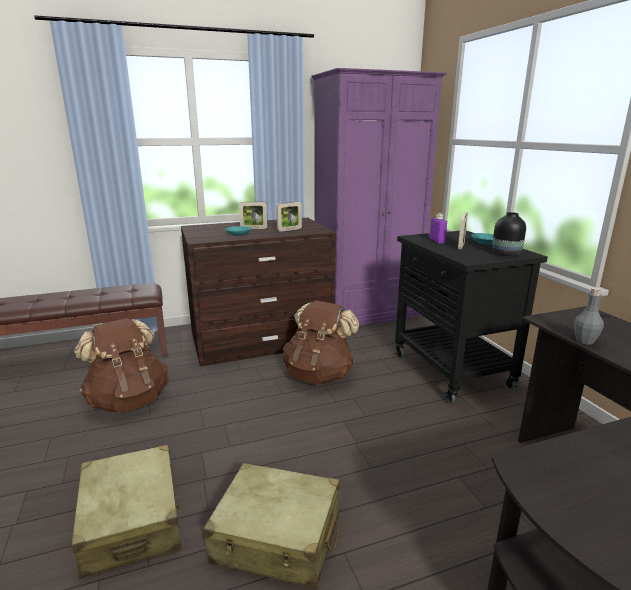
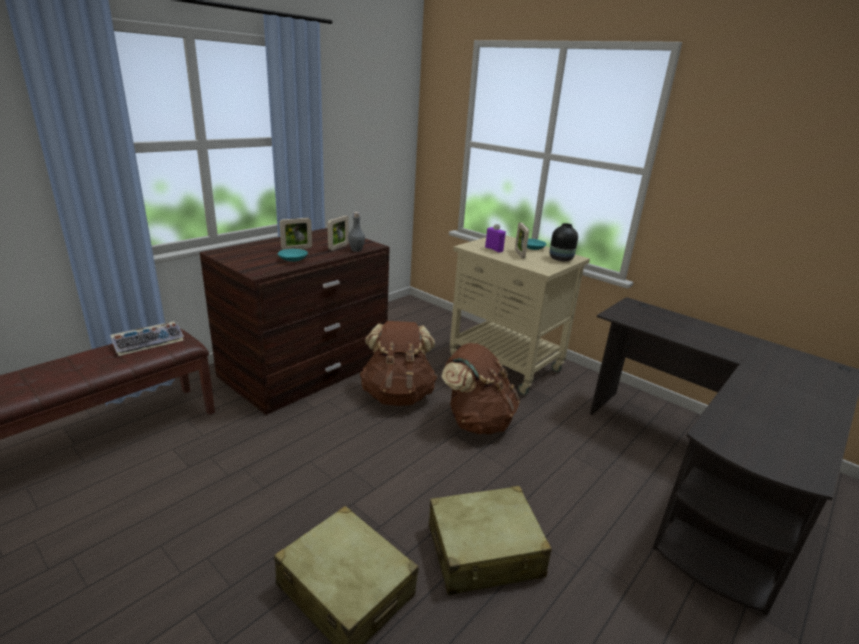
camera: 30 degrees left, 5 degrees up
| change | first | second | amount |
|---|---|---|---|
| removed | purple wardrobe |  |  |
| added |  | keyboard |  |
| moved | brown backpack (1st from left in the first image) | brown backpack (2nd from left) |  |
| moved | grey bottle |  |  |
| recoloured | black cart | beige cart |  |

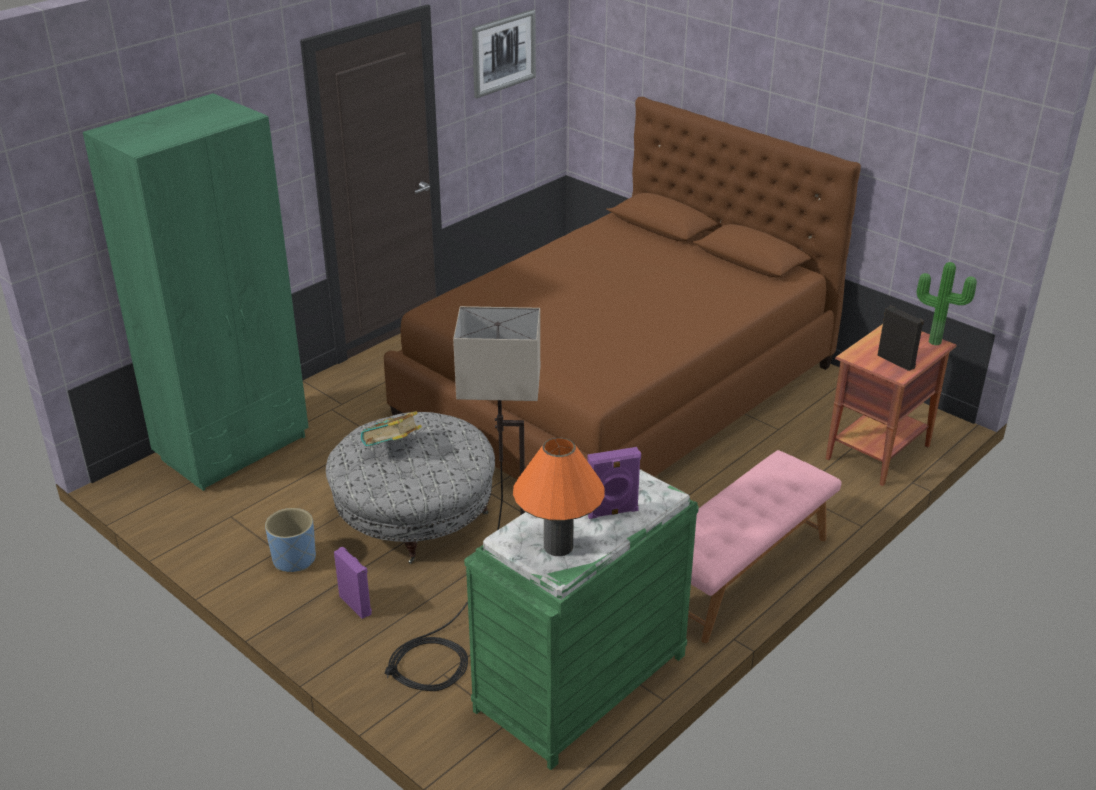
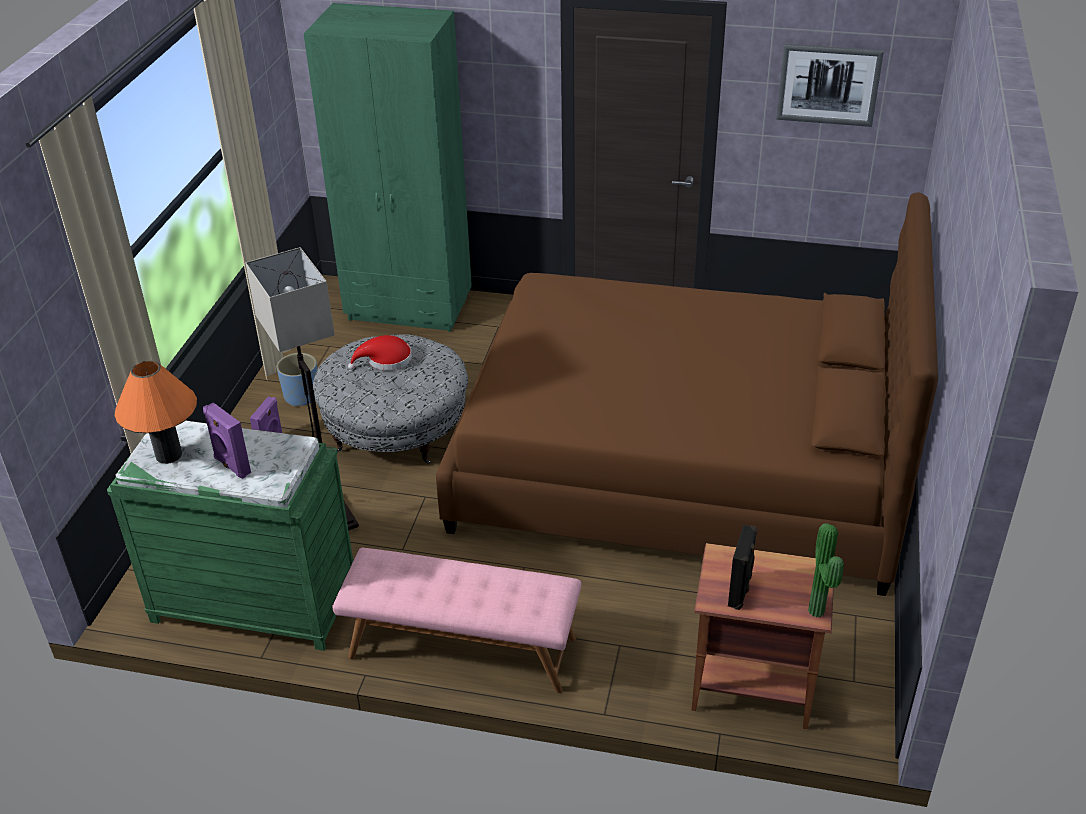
camera: 60 degrees right, 5 degrees up
| change | first | second | amount |
|---|---|---|---|
| replaced | book | red hat |  |

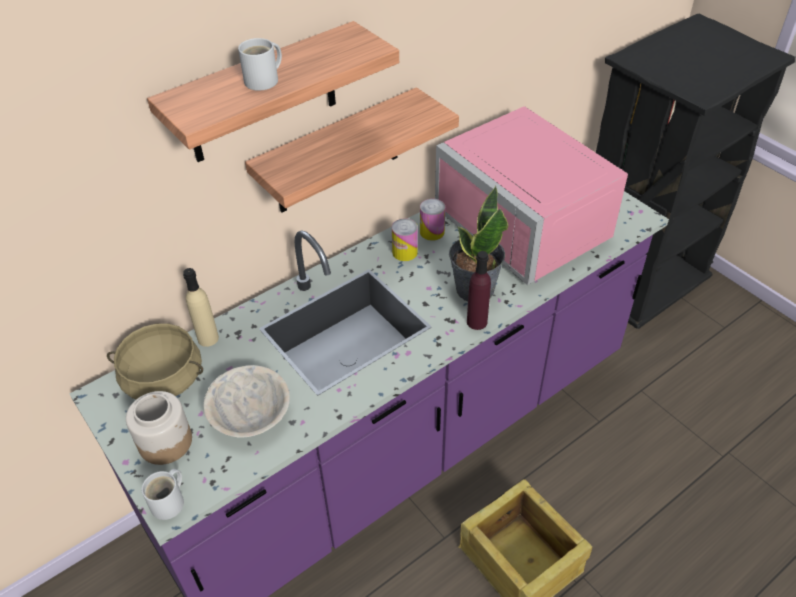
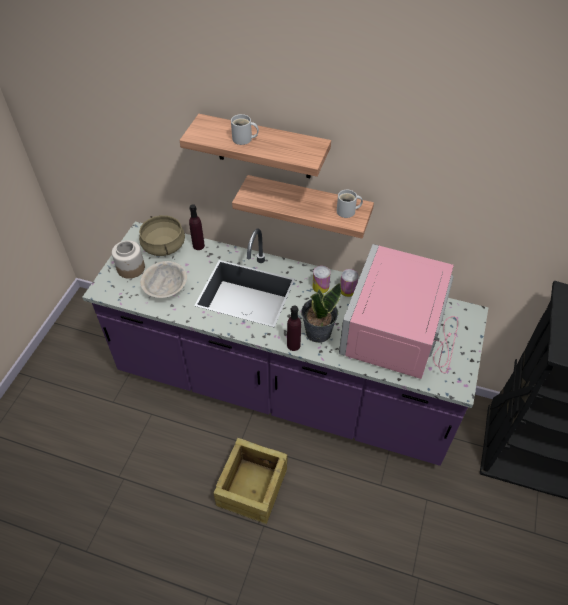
camera: 55 degrees right, 5 degrees up
| change | first | second | amount |
|---|---|---|---|
| moved | white mug (1st from left in the first image) | white mug (2nd from left) |  |
| recoloured | beige bottle | purple bottle (1st from left) |  |

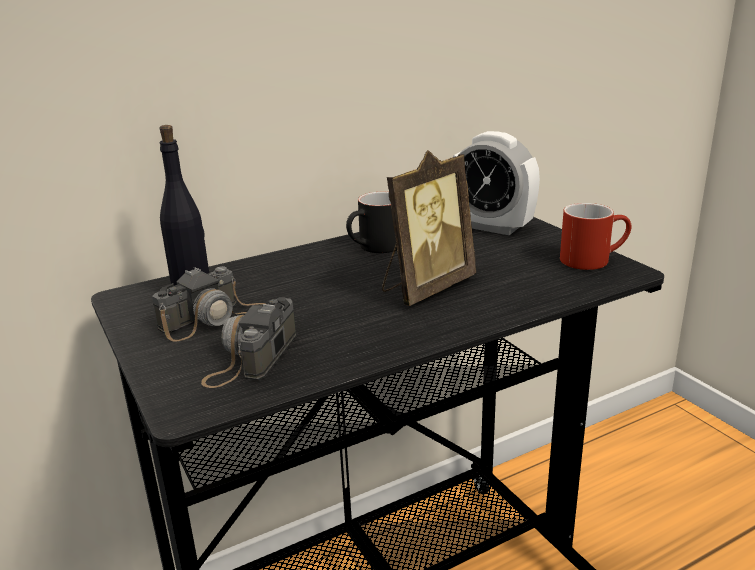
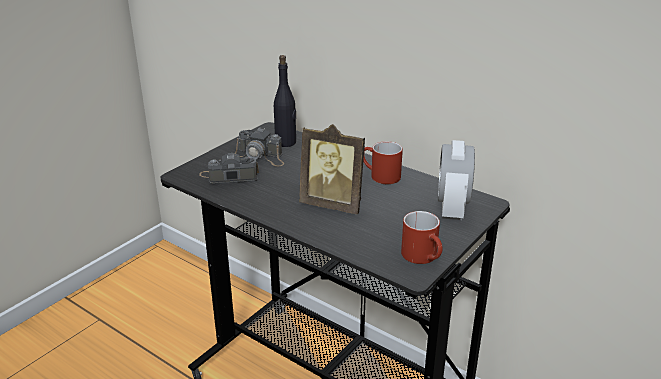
camera: 65 degrees right, 5 degrees up
| change | first | second | amount |
|---|---|---|---|
| recoloured | black mug | red mug (1st from left) |  |

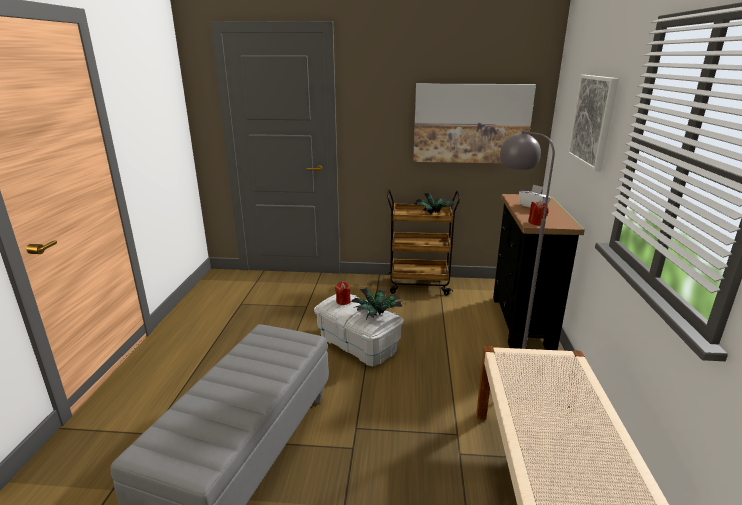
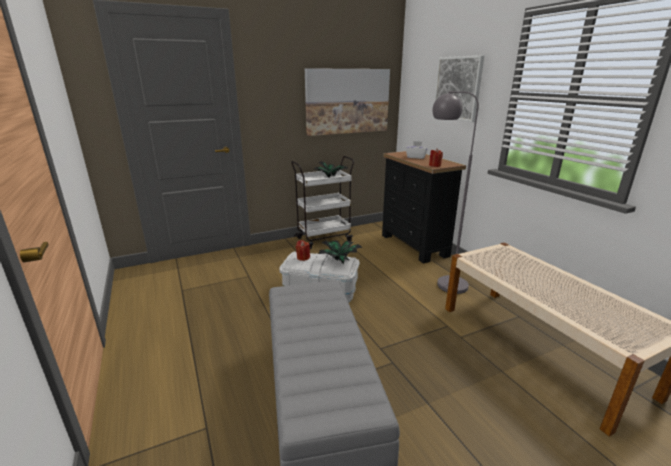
camera: 30 degrees left, 0 degrees up
| change | first | second | amount |
|---|---|---|---|
| recoloured | brown cart | white cart |  |

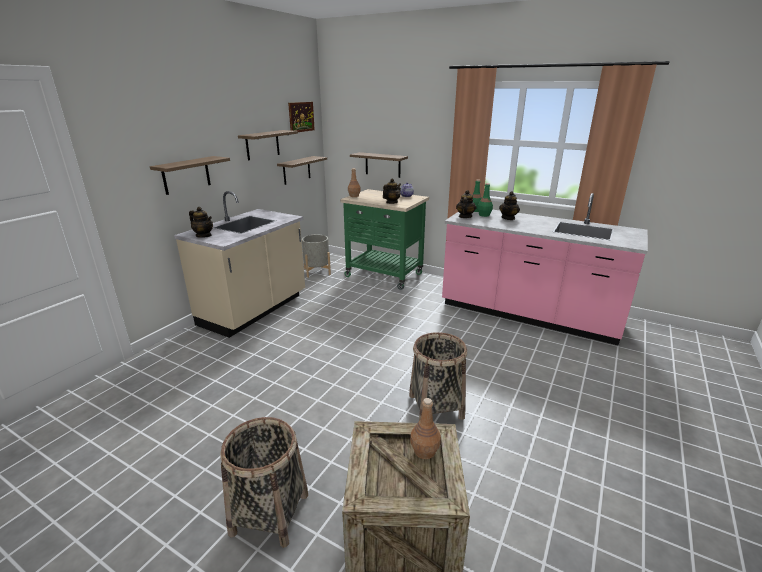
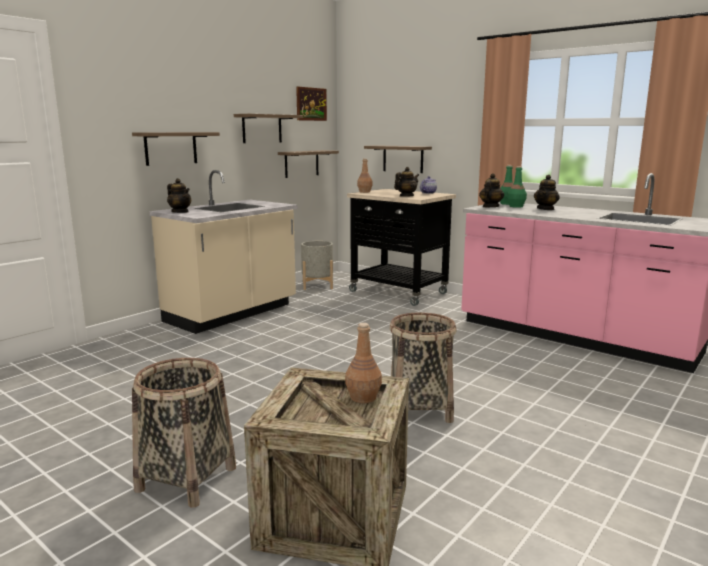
camera: 10 degrees right, 10 degrees down
| change | first | second | amount |
|---|---|---|---|
| recoloured | green cart | black cart |  |

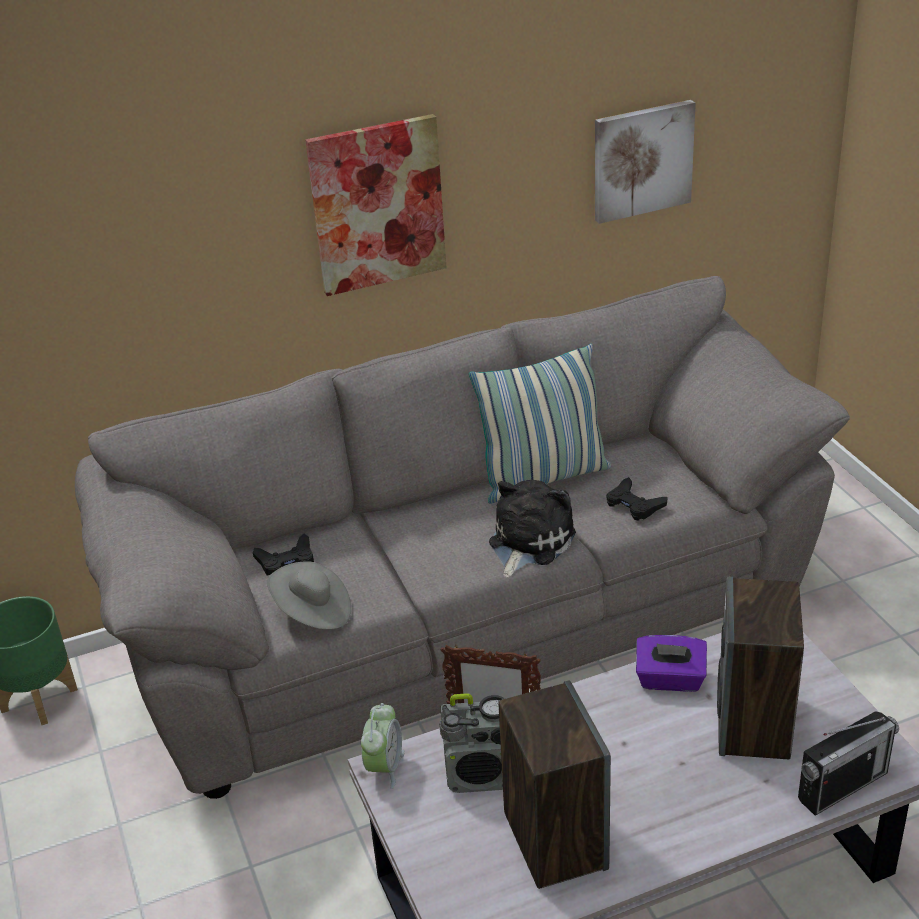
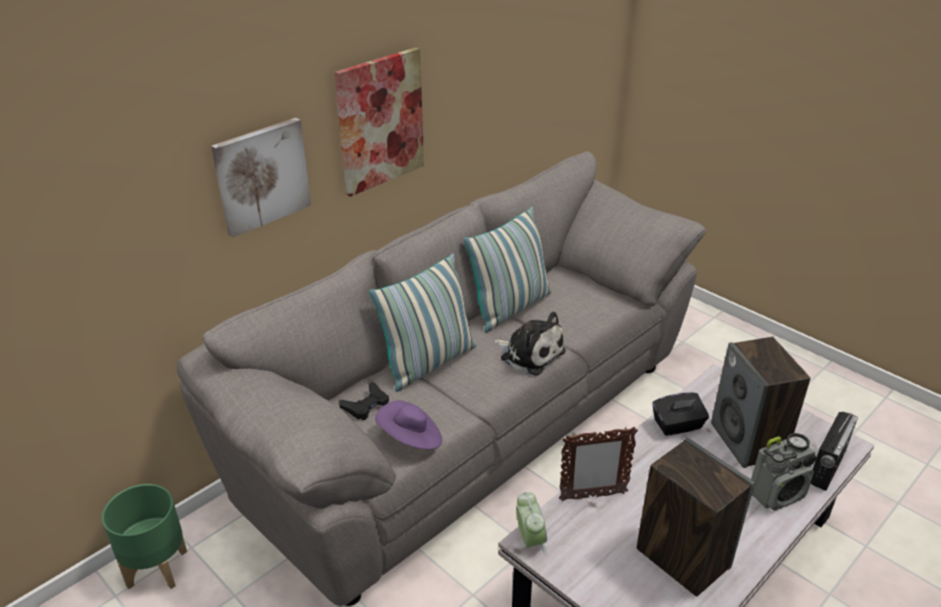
camera: 25 degrees left, 0 degrees up
| change | first | second | amount |
|---|---|---|---|
| removed | black game controller (2nd from left) |  |  |
| added |  | pillow (1st from left) |  |
| moved | radio (1st from left) |  |  |
| moved | picture (2nd from left in the first image) | picture (1st from left) |  |
| recoloured | grey hat | purple hat |  |
| recoloured | purple tissue box | black tissue box |  |
| turned | plush toy |  | 120 degrees clockwise |

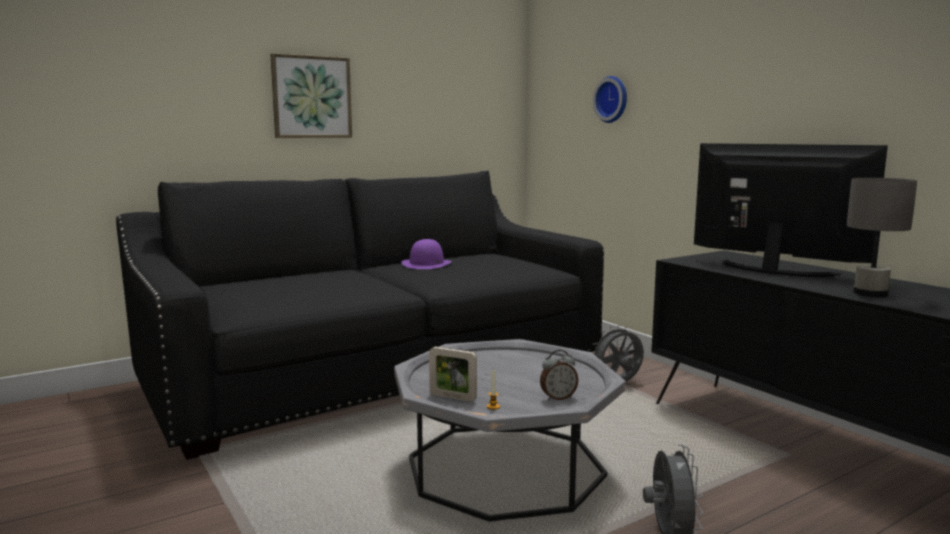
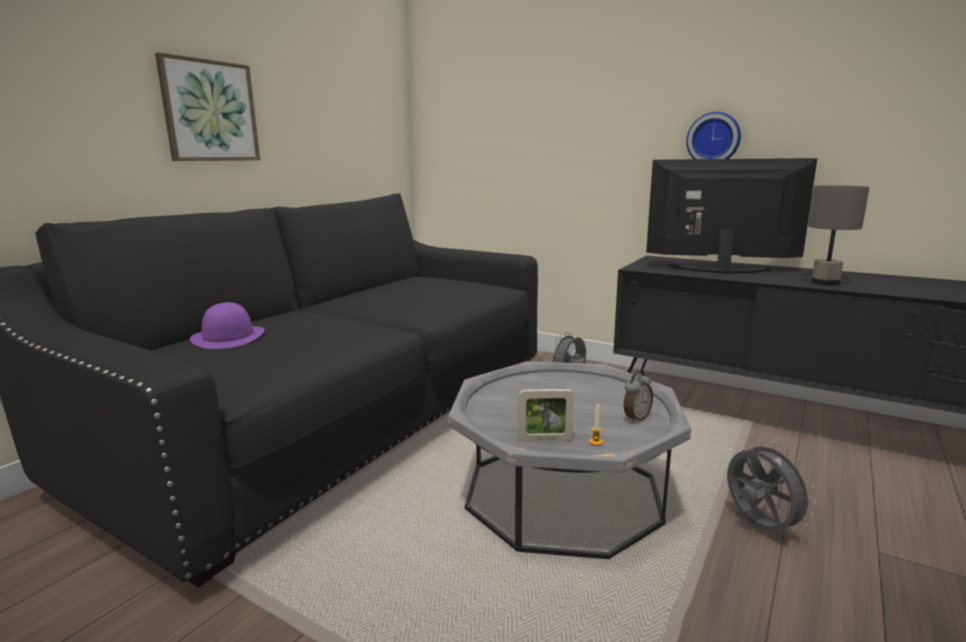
camera: 25 degrees left, 5 degrees up
| change | first | second | amount |
|---|---|---|---|
| moved | purple hat |  |  |
| moved | wall clock |  |  |

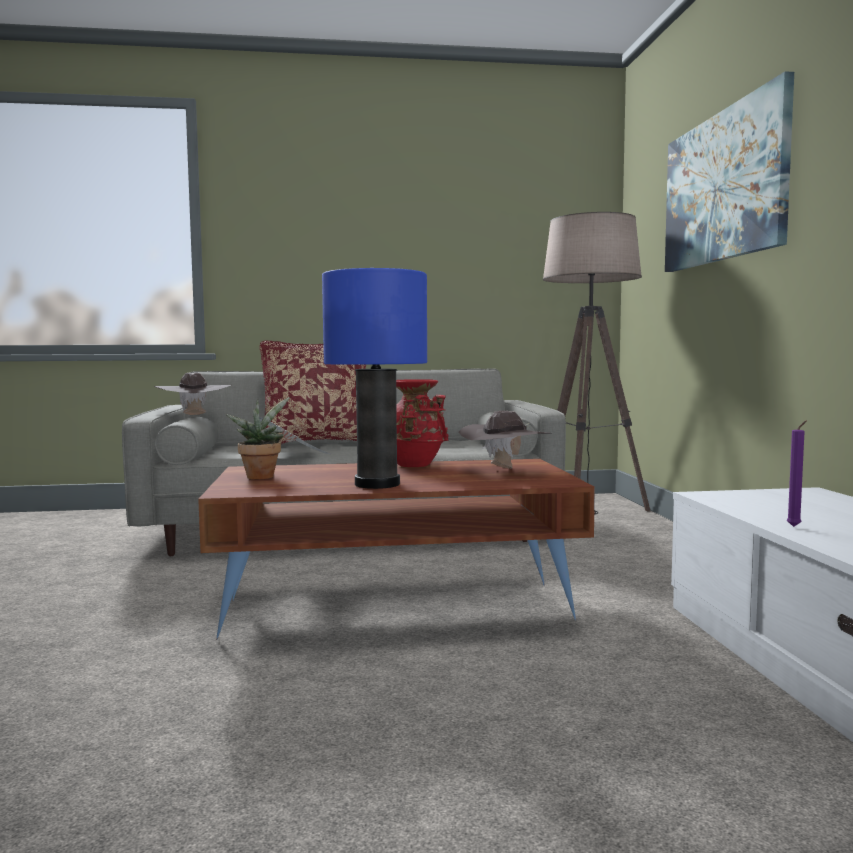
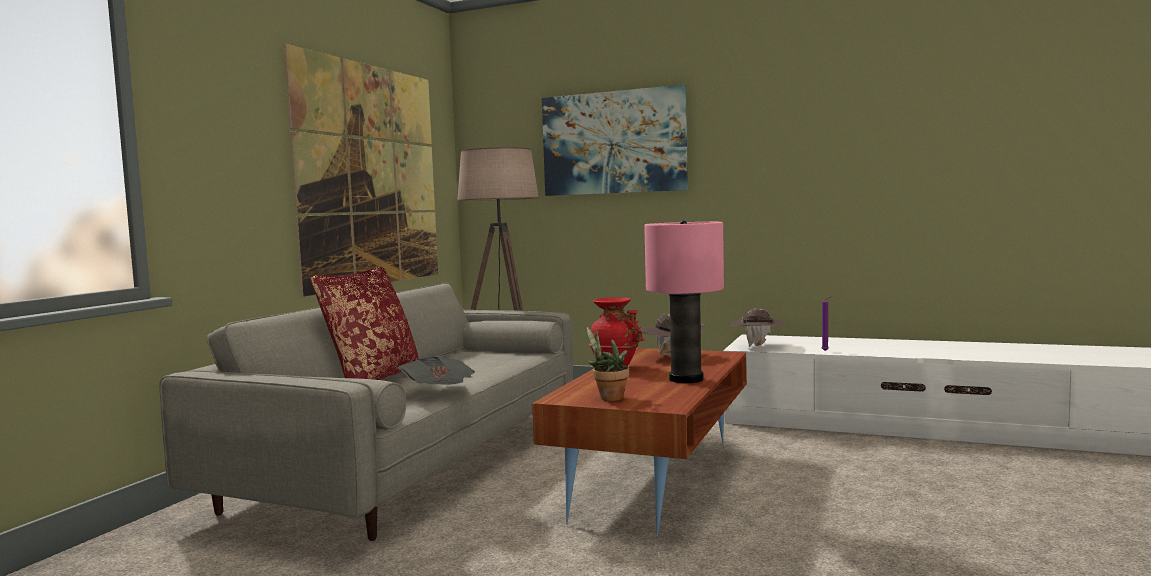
camera: 60 degrees left, 0 degrees up
| change | first | second | amount |
|---|---|---|---|
| added |  | picture (1st from left) |  |
| moved | brown hat (1st from left in the first image) | brown hat (2nd from left) |  |
| recoloured | blue table lamp | pink table lamp |  |

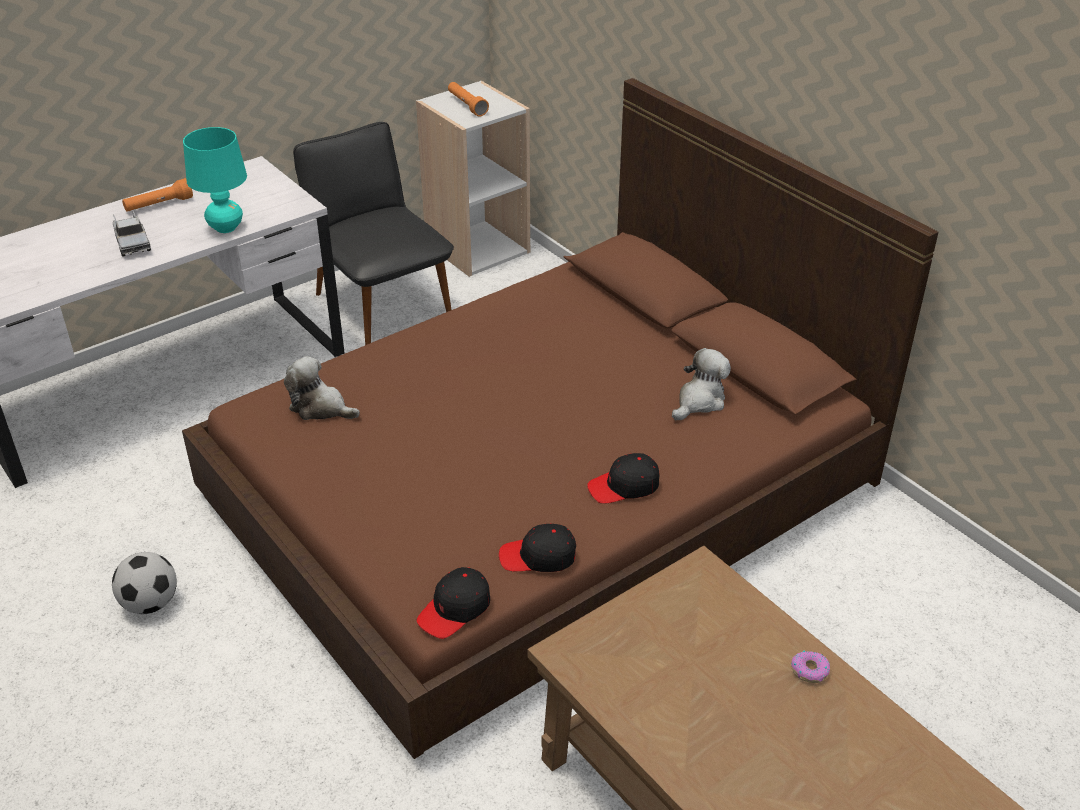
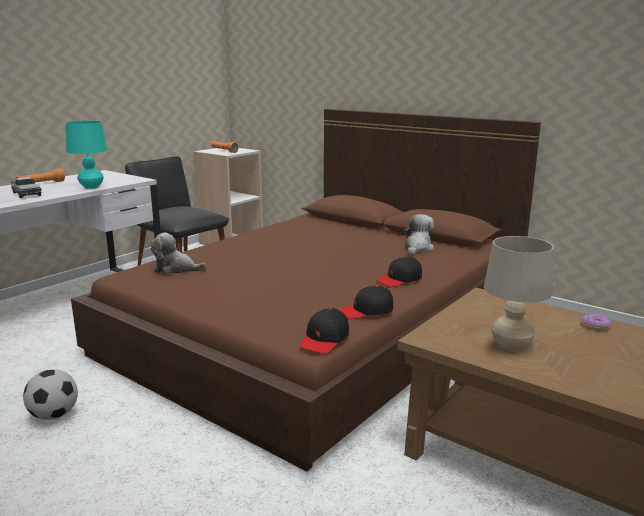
camera: 15 degrees left, 20 degrees down
| change | first | second | amount |
|---|---|---|---|
| added |  | beige table lamp |  |

